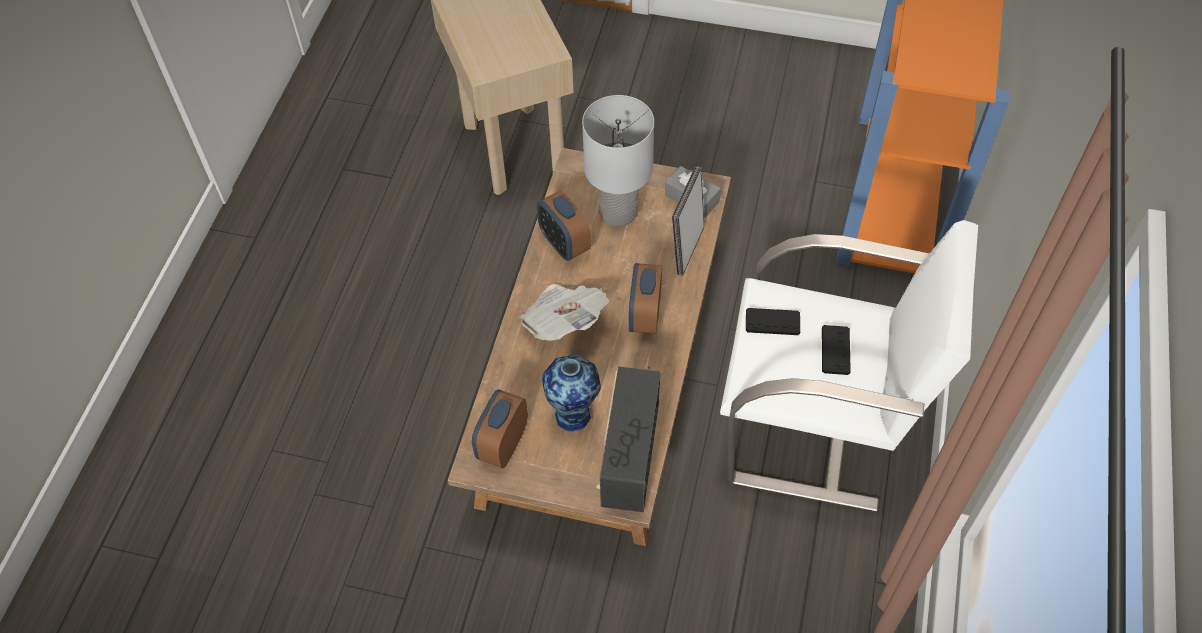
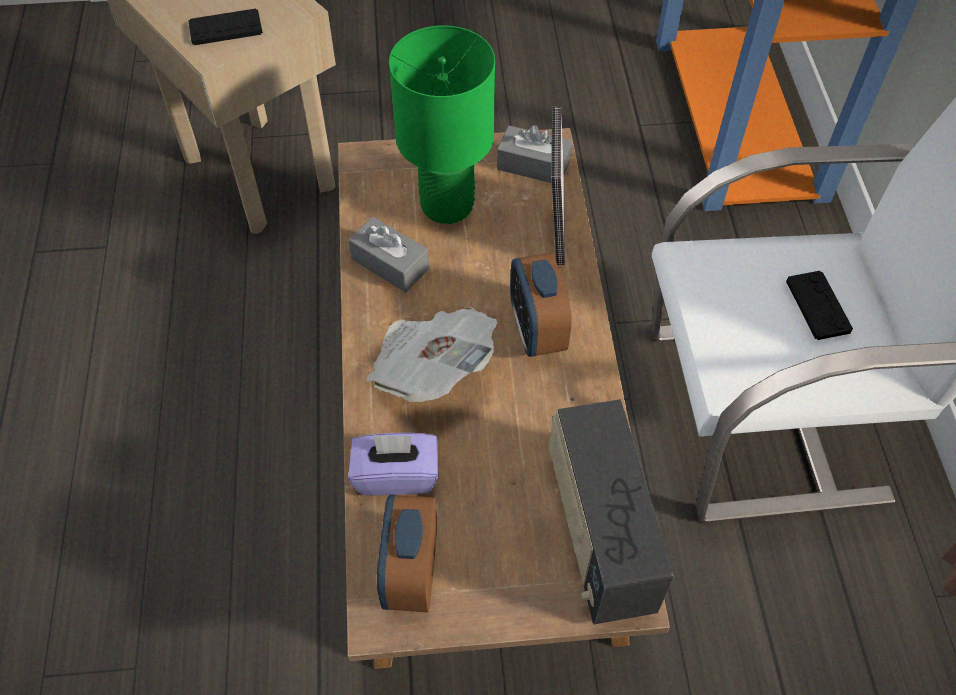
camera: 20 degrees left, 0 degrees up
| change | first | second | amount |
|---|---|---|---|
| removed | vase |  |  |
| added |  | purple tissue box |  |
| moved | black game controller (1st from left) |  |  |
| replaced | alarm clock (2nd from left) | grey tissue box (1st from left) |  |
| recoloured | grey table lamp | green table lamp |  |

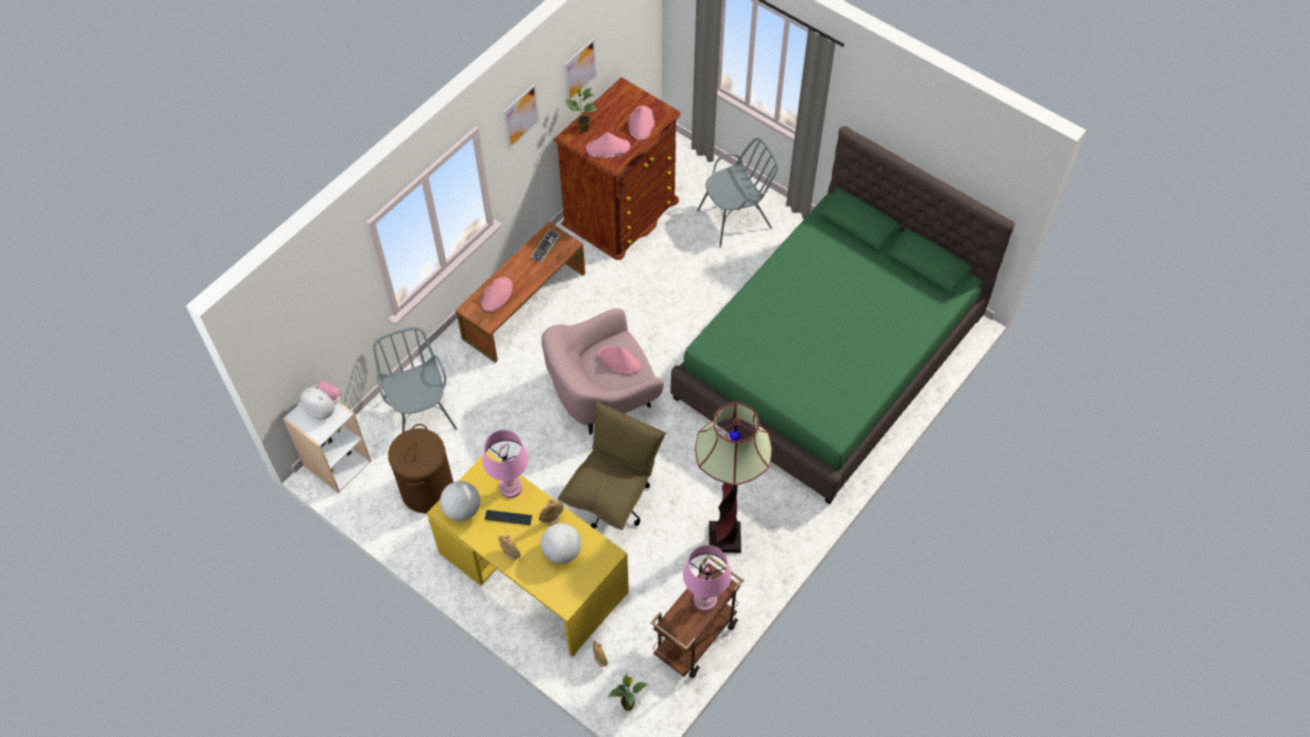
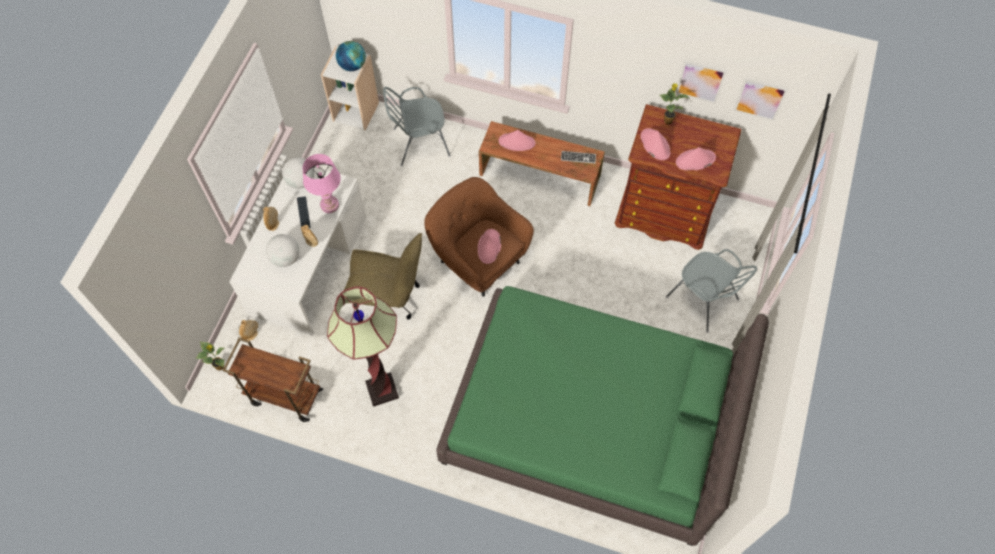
camera: 70 degrees right, 5 degrees up
| change | first | second | amount |
|---|---|---|---|
| removed | brown laundry basket |  |  |
| removed | pink table lamp (2nd from left) |  |  |
| moved | picture (1st from left in the first image) | picture (2nd from left) |  |
| replaced | plush toy | globe (3rd from left) |  |
| recoloured | yellow desk | white desk |  |
| recoloured | pink armchair | brown armchair |  |
| turned | grey chair (1st from left) |  | 150 degrees counterclockwise |

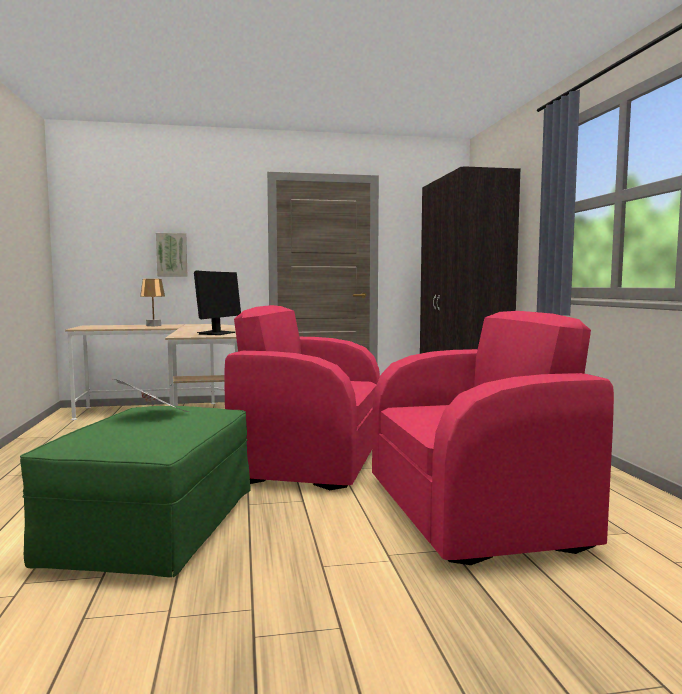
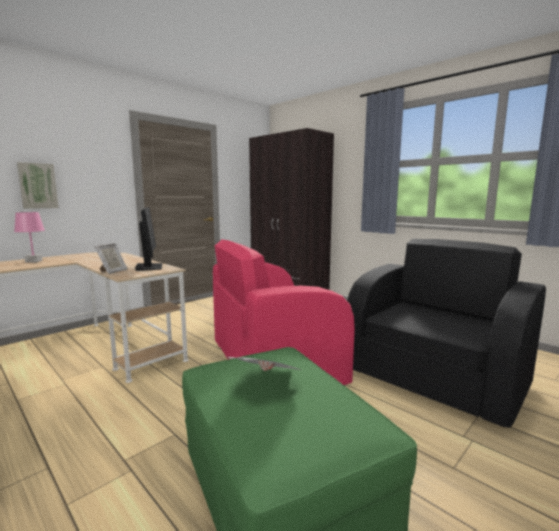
camera: 35 degrees left, 5 degrees up
| change | first | second | amount |
|---|---|---|---|
| added |  | picture frame |  |
| recoloured | brown table lamp | pink table lamp |  |
| recoloured | pink armchair (2nd from left) | black armchair |  |

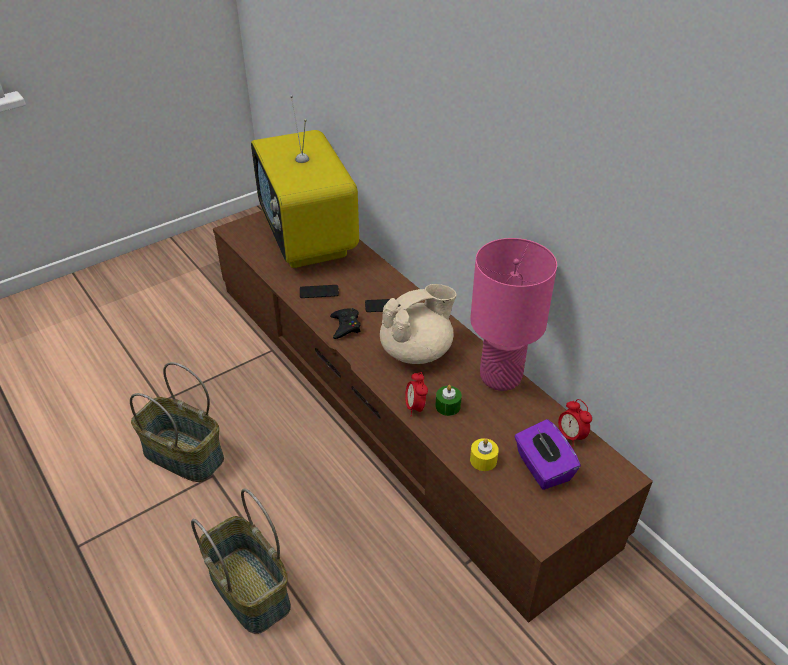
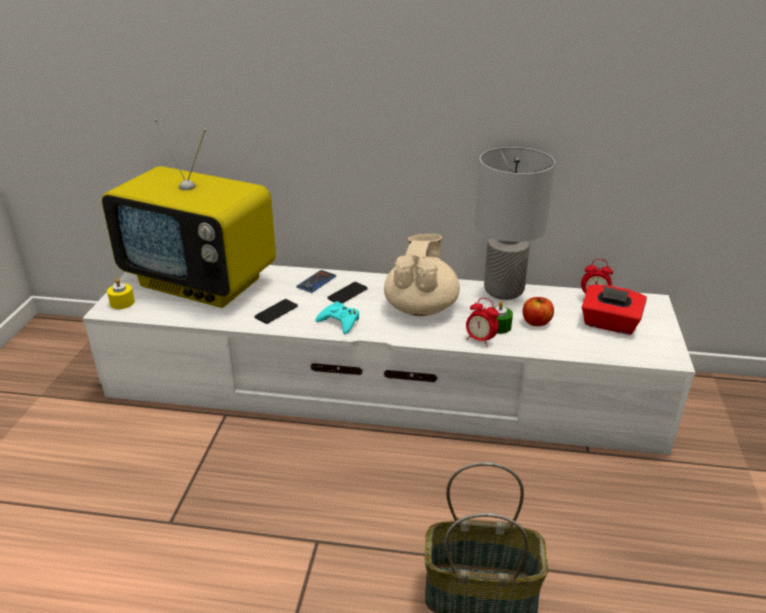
camera: 45 degrees left, 10 degrees down
| change | first | second | amount |
|---|---|---|---|
| removed | basket (1st from left) |  |  |
| added |  | phone (2nd from left) |  |
| added |  | apple |  |
| moved | yellow candle |  |  |
| recoloured | brown tv stand | white tv stand |  |
| recoloured | black game controller | turquoise game controller |  |
| recoloured | pink table lamp | grey table lamp |  |
| recoloured | purple tissue box | red tissue box |  |

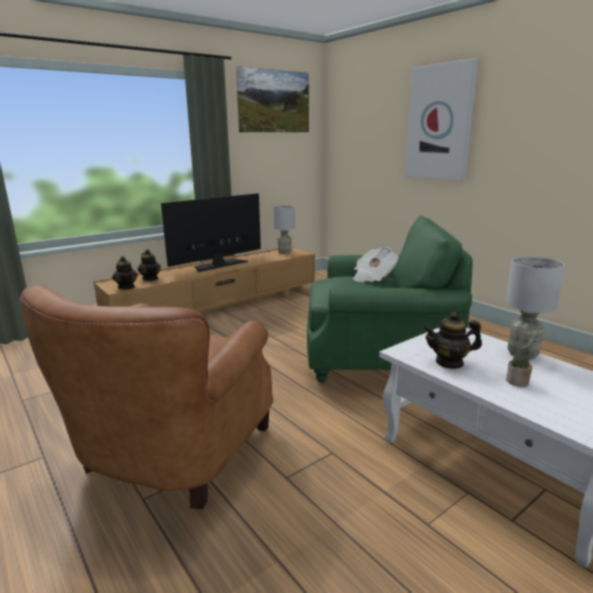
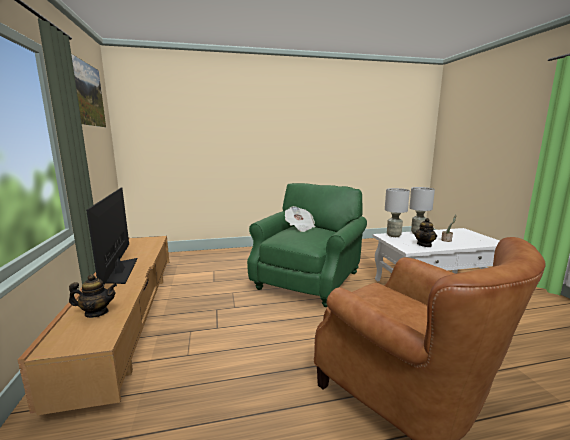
camera: 65 degrees left, 5 degrees down
| change | first | second | amount |
|---|---|---|---|
| removed | teapot (1st from left) |  |  |
| removed | picture (2nd from left) |  |  |
| moved | grey table lamp (1st from left) |  |  |

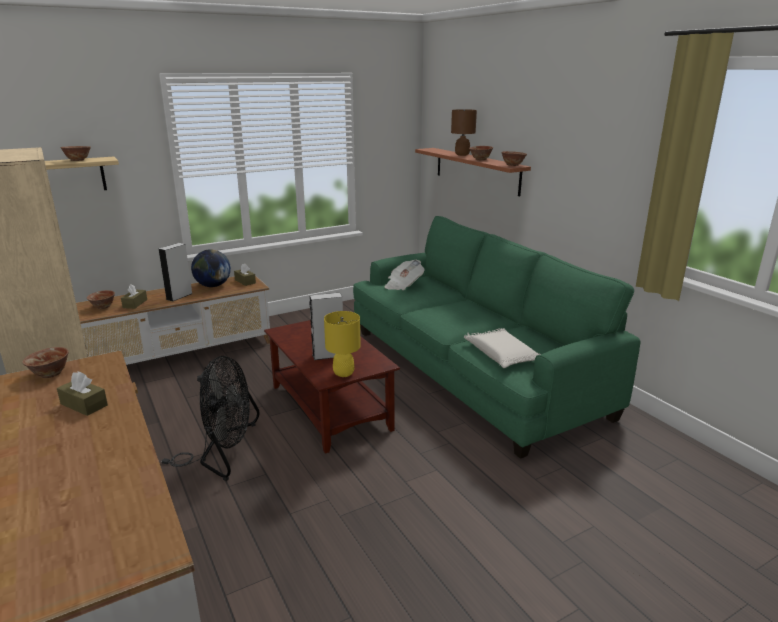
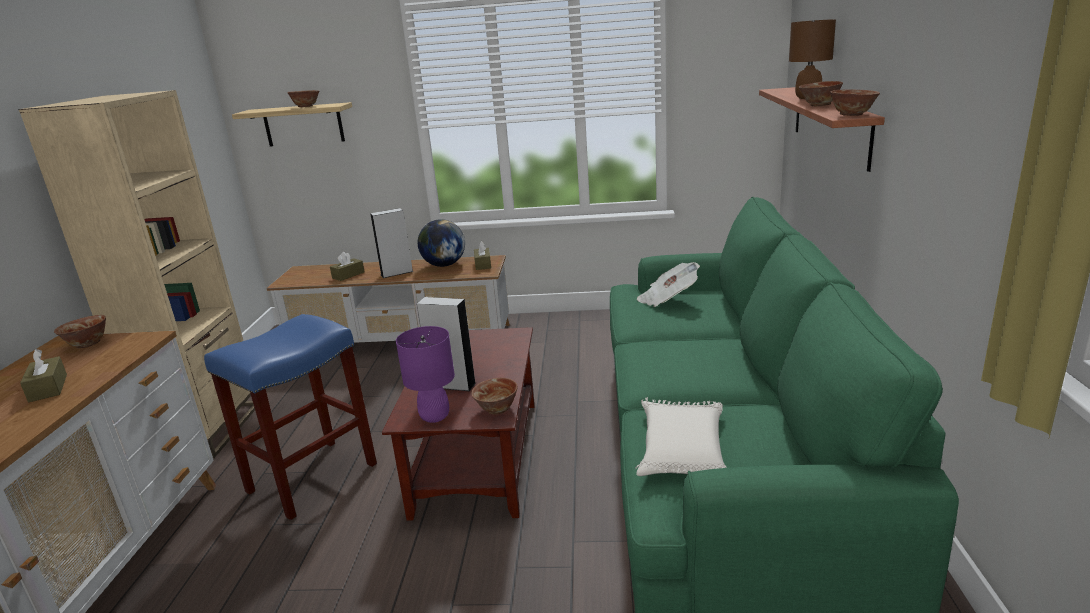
camera: 35 degrees right, 0 degrees up
| change | first | second | amount |
|---|---|---|---|
| moved | bowl (3rd from left) |  |  |
| replaced | black fan | blue stool |  |
| recoloured | yellow table lamp | purple table lamp |  |

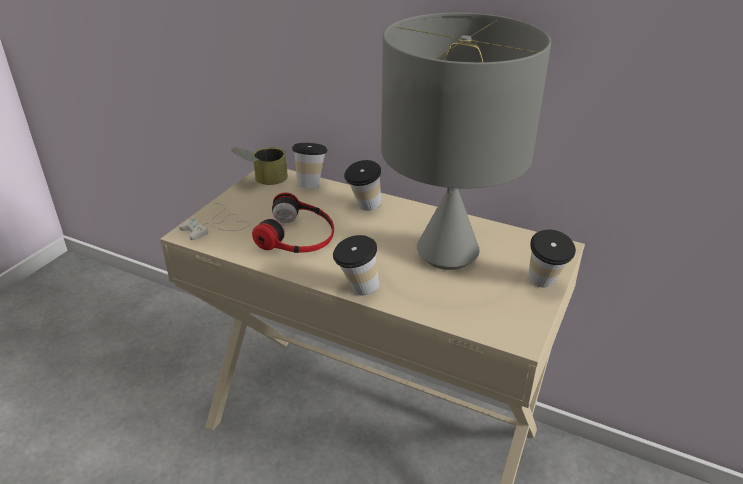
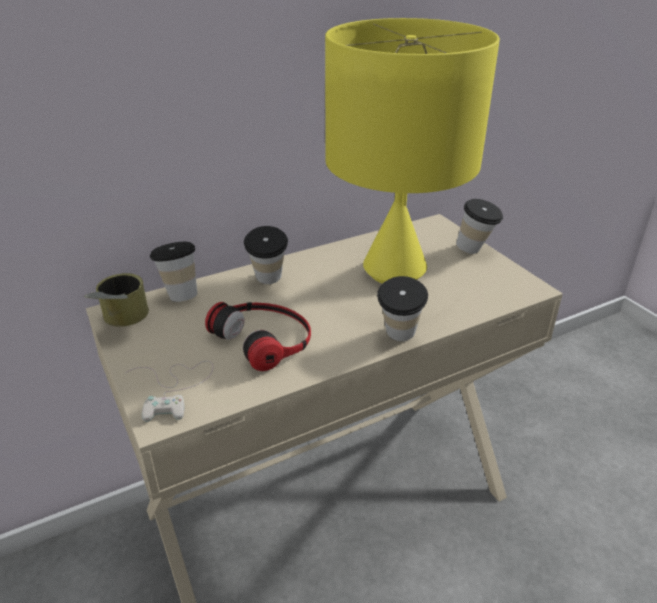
camera: 55 degrees left, 0 degrees up
| change | first | second | amount |
|---|---|---|---|
| recoloured | grey table lamp | yellow table lamp |  |

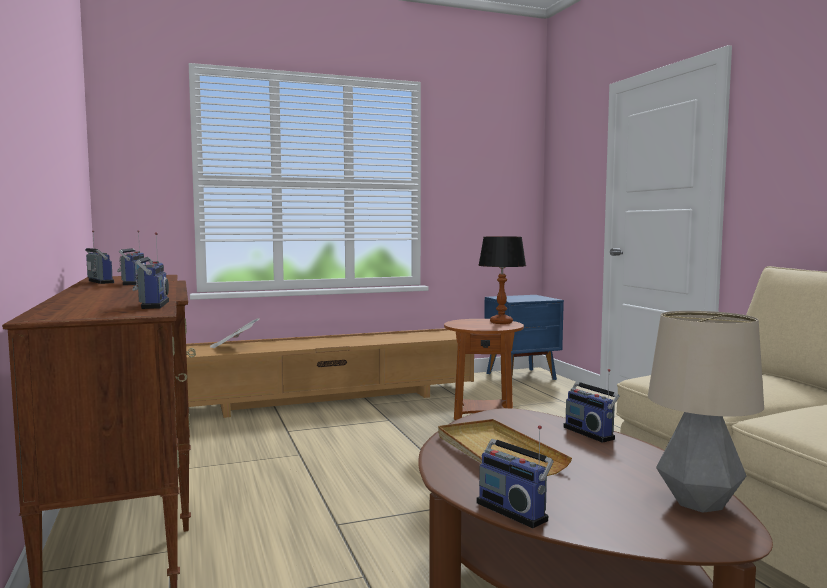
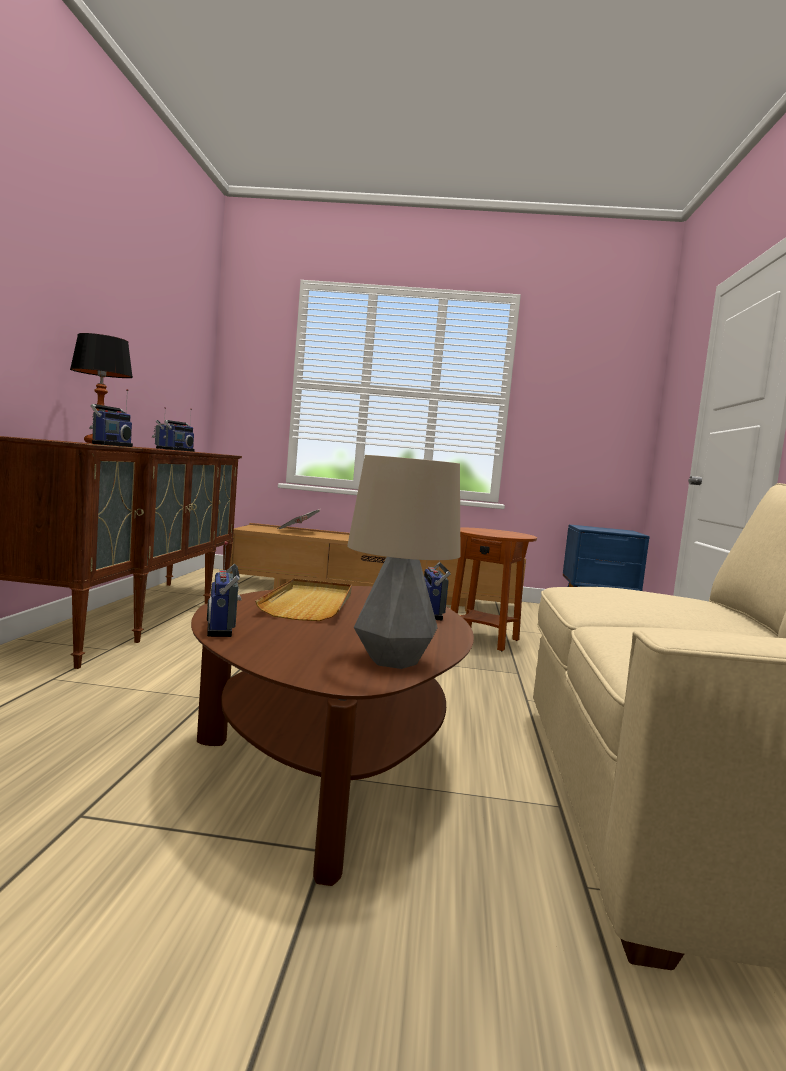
camera: 25 degrees right, 0 degrees up
| change | first | second | amount |
|---|---|---|---|
| moved | table lamp (1st from left) |  |  |

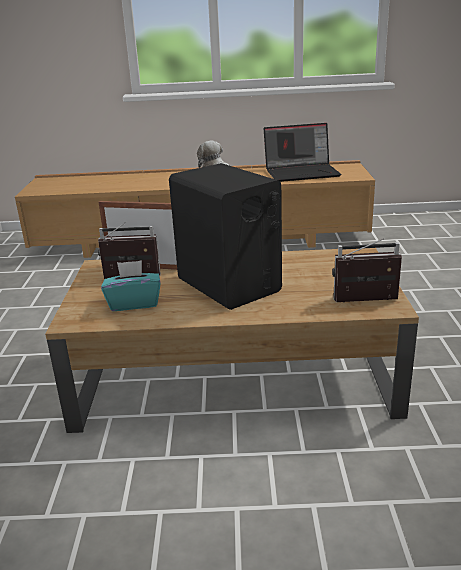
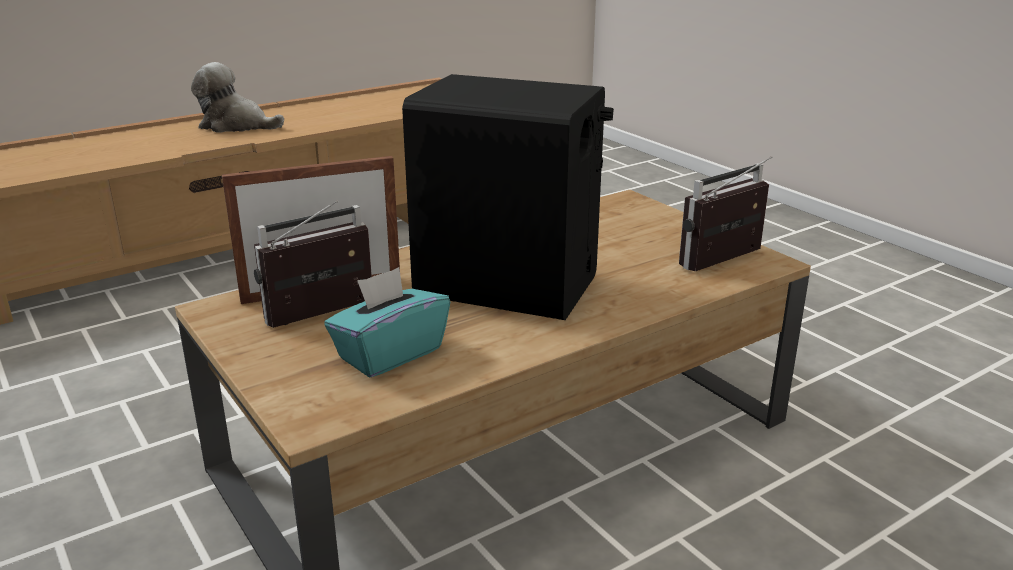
camera: 35 degrees left, 0 degrees up
| change | first | second | amount |
|---|---|---|---|
| removed | laptop |  |  |

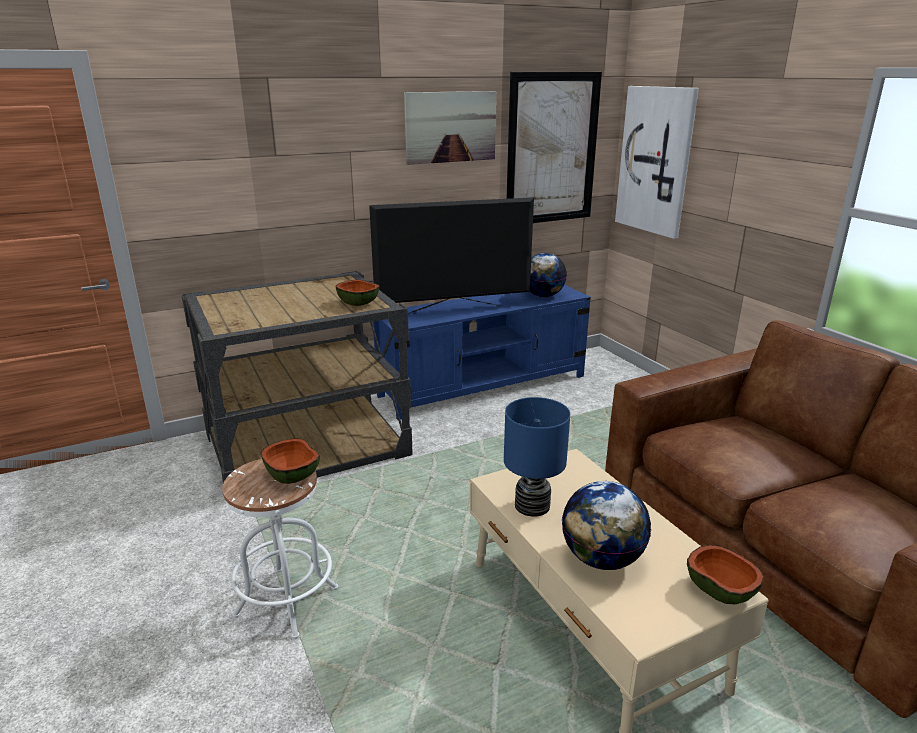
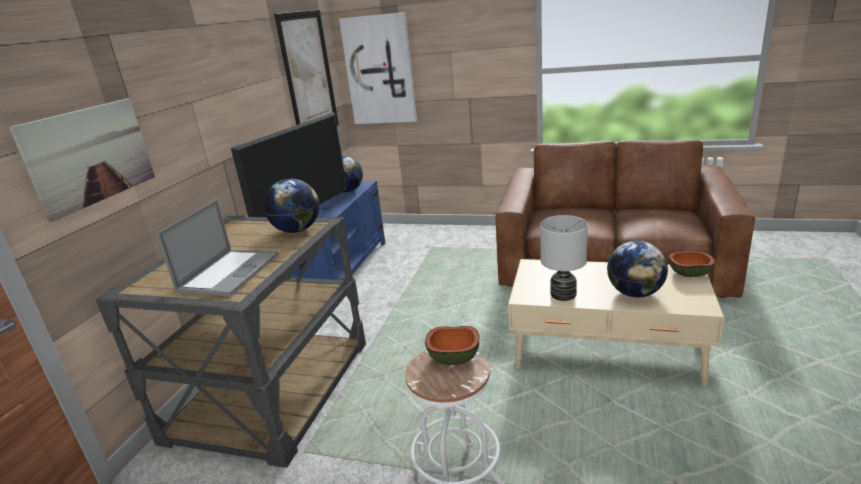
camera: 45 degrees left, 0 degrees up
| change | first | second | amount |
|---|---|---|---|
| added |  | laptop |  |
| moved | picture (1st from left) |  |  |
| replaced | bowl (2nd from left) | globe (1st from left) |  |
| recoloured | blue table lamp | grey table lamp |  |

